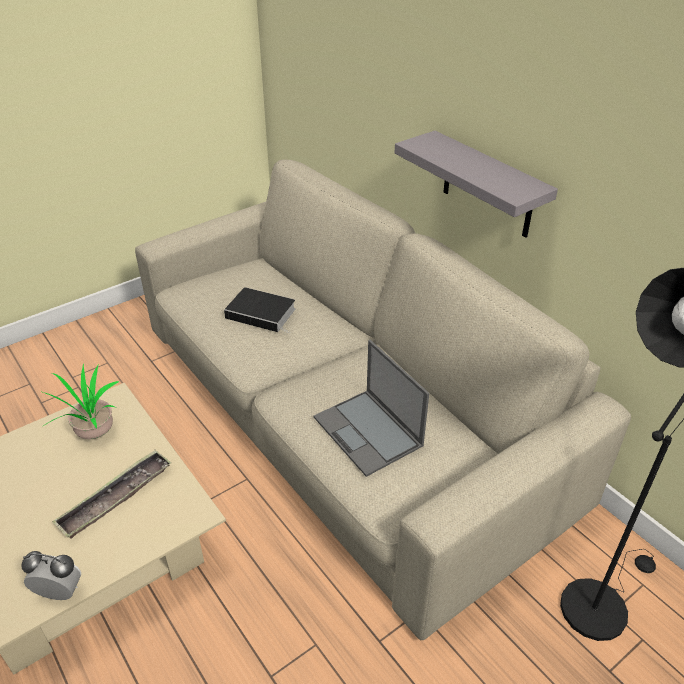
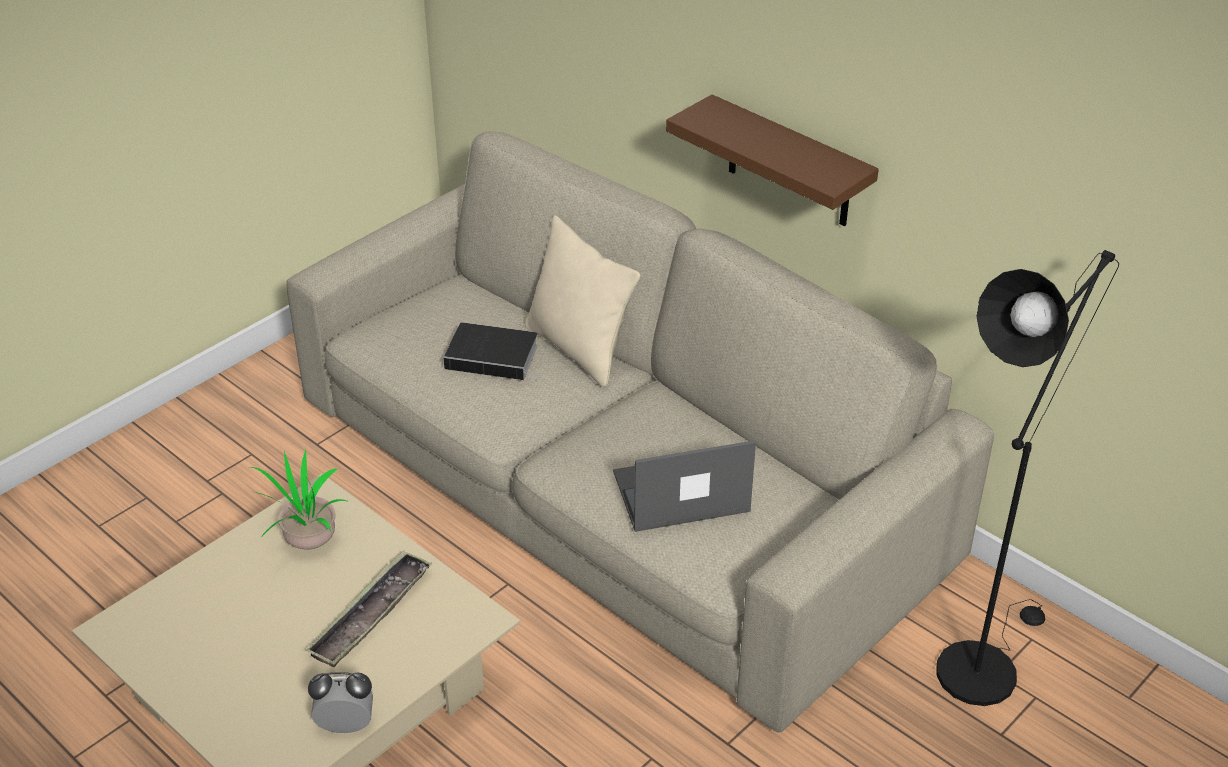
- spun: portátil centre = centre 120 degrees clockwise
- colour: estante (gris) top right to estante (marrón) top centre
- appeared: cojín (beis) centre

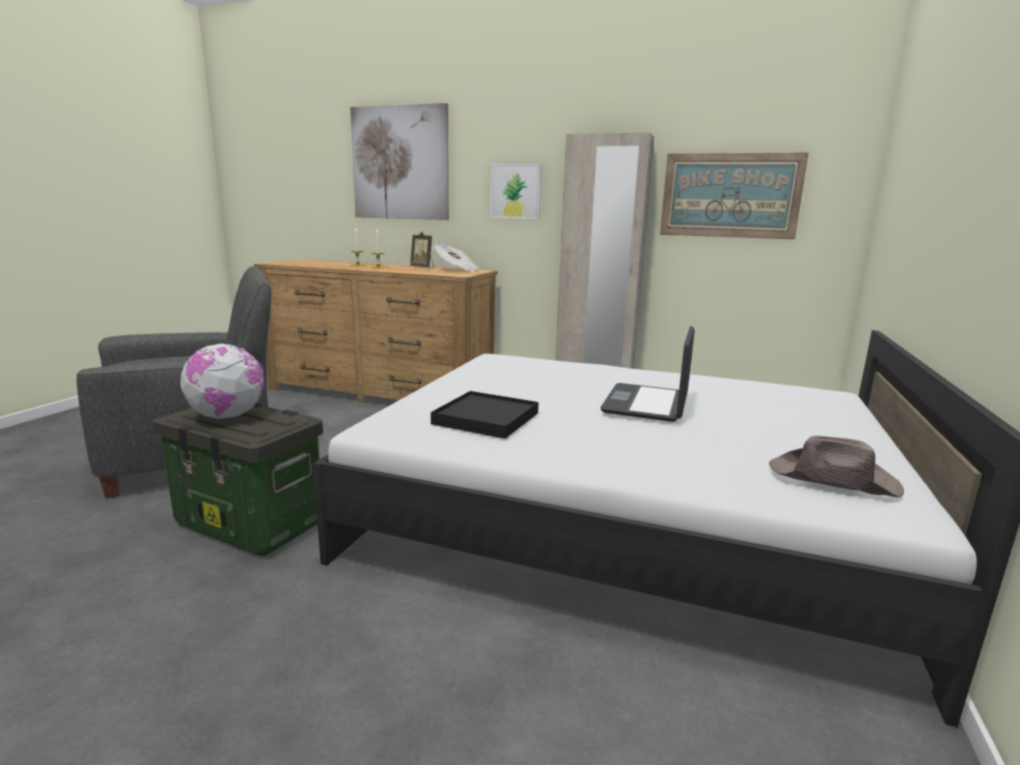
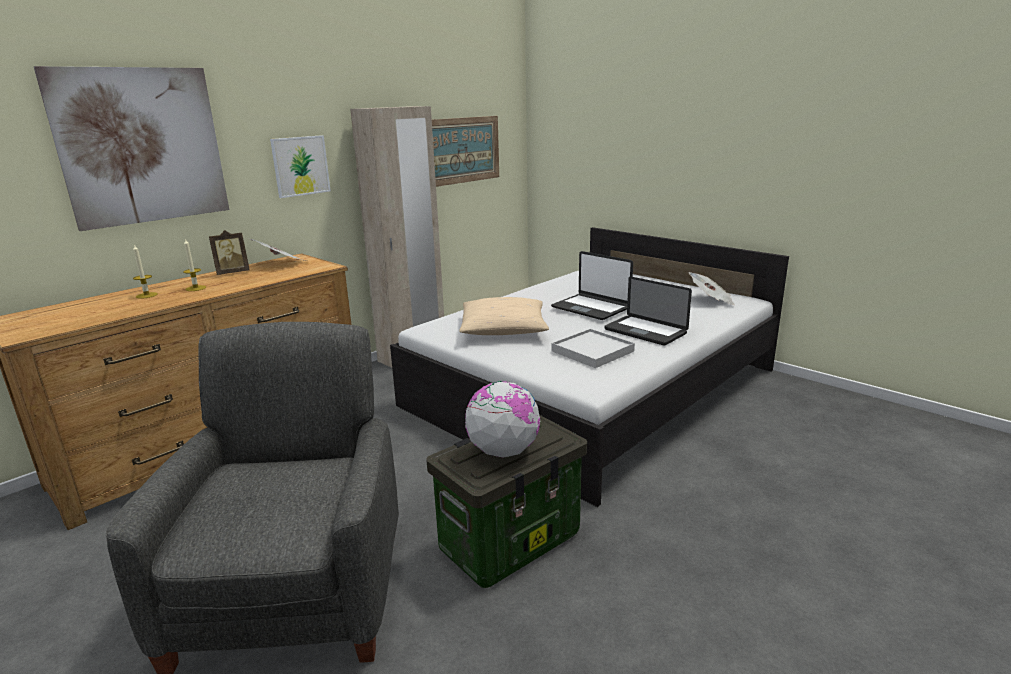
- colour: bandeja (negro) centre to bandeja (blanco) centre
- exchanged: sombrero (marrón) middle right to periódico (no. 2 from left) middle right
- appeared: cojín (beis) centre
- appeared: portátil (no. 2 from left) centre

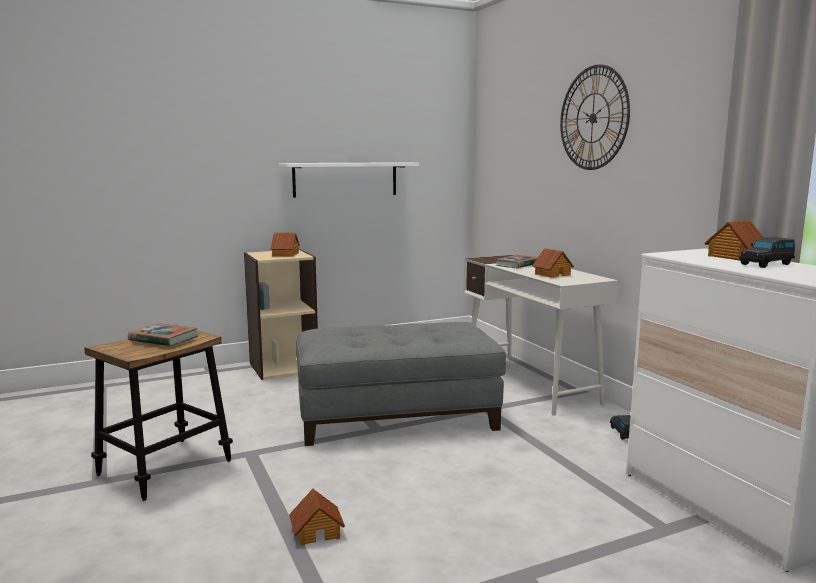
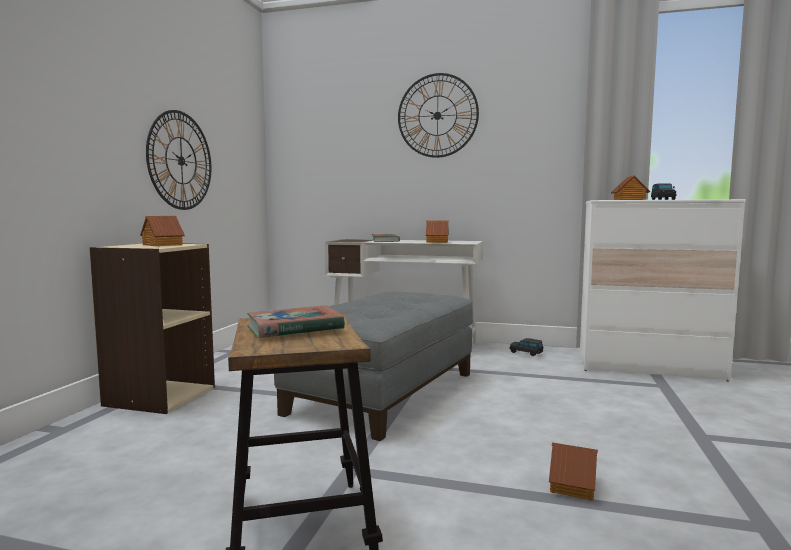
- exchanged: estante (blanco) top centre to reloj de pared (no. 1 from left) top left

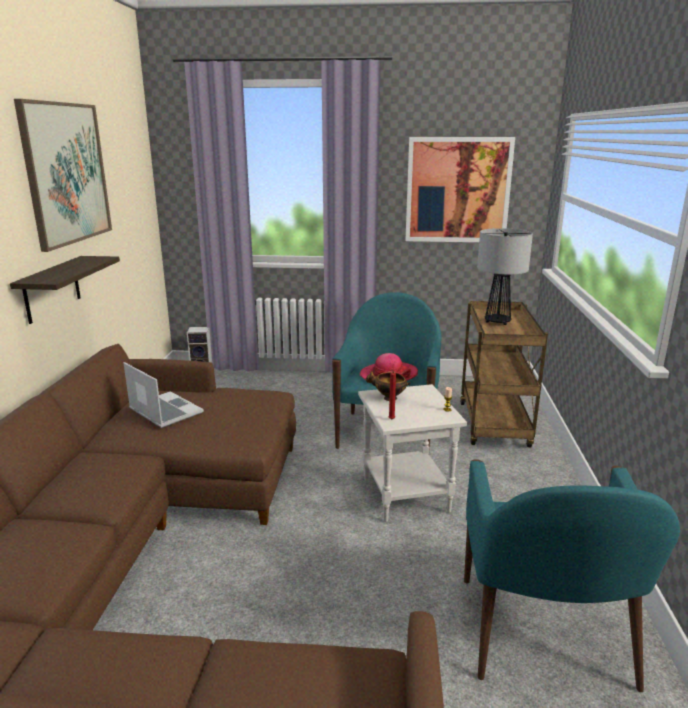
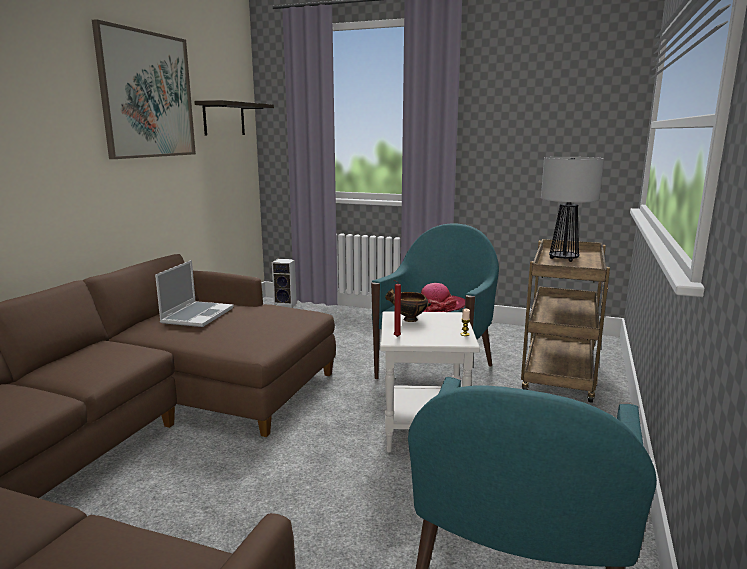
- relocated: estante middle left to top left
- spun: portátil middle left = middle left 45 degrees clockwise
- missing: cuadro (no. 2 from left) top right

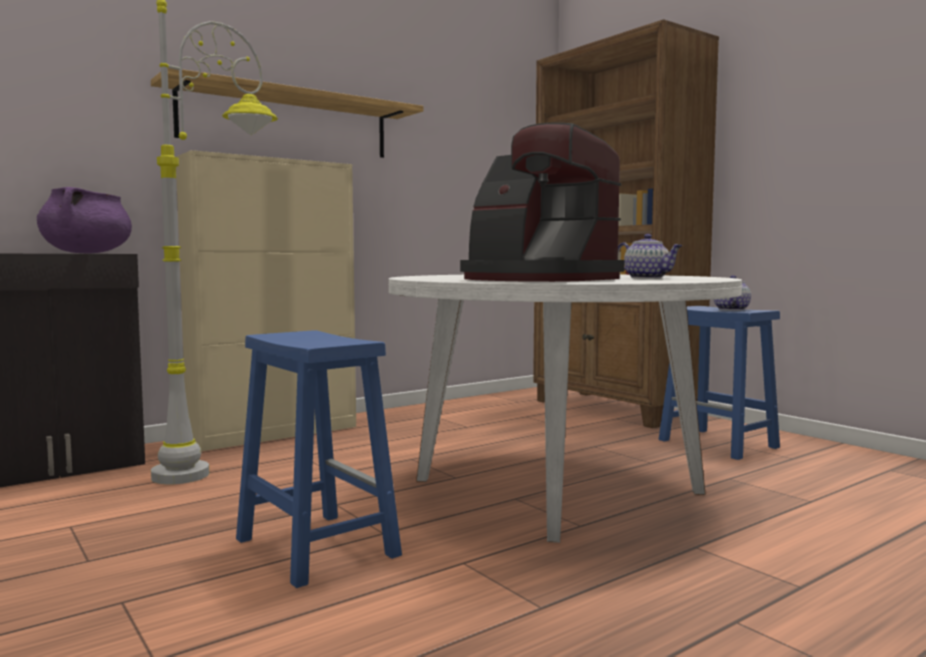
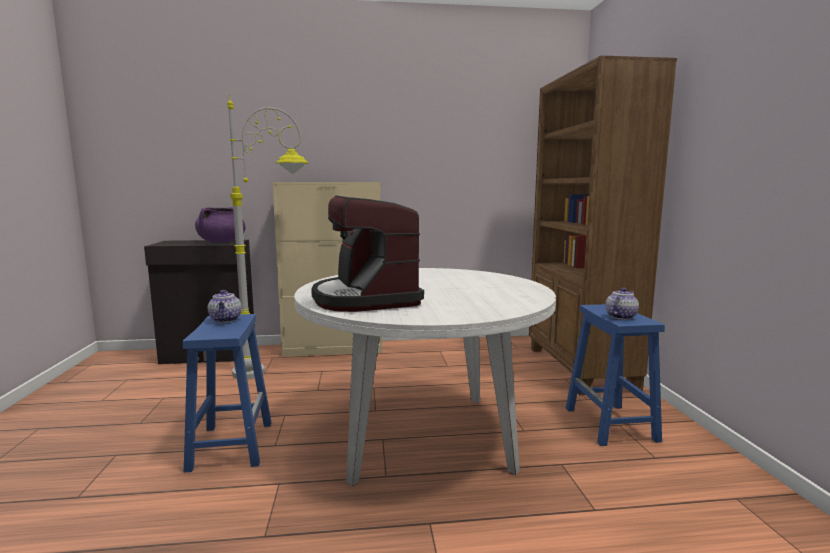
- missing: estante top left
- relocated: tetera (no. 1 from left) middle right to middle left

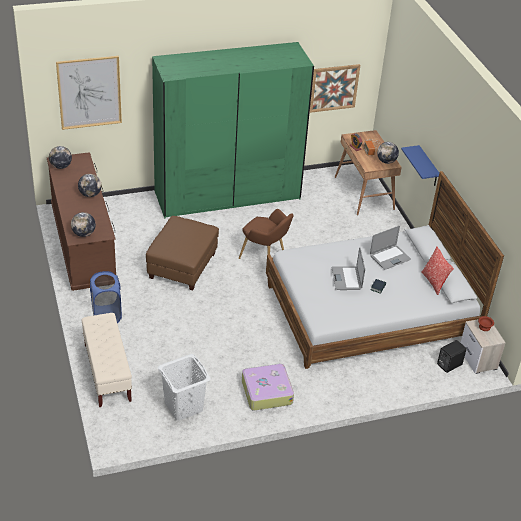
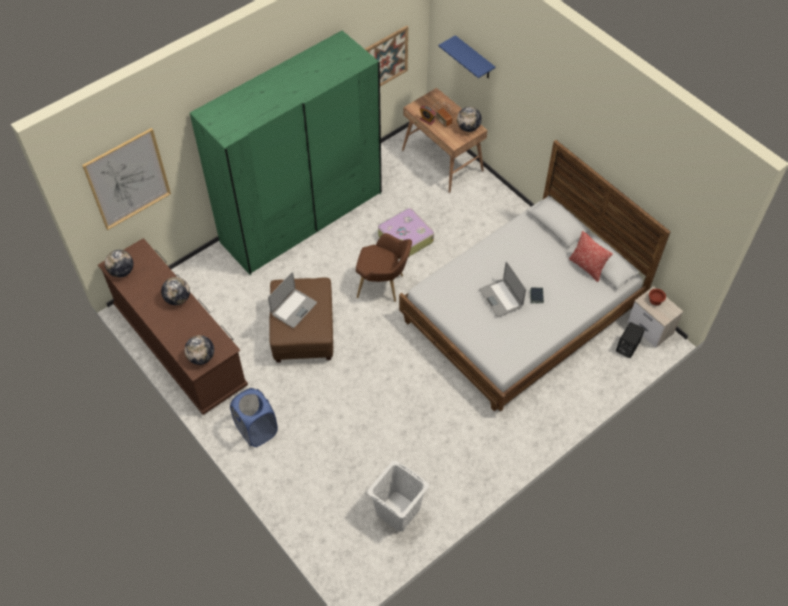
- missing: banco (beis) bottom left
- relocated: maleta bottom centre to centre
- relocated: portátil (no. 2 from left in the first image) middle right to portátil (no. 1 from left) centre
- relocated: estante (azul) top right to top centre

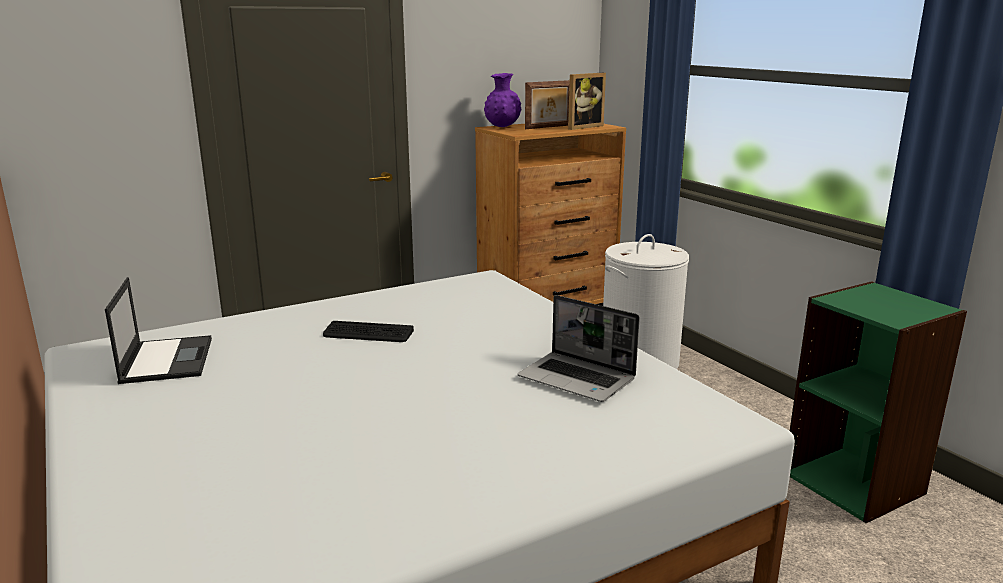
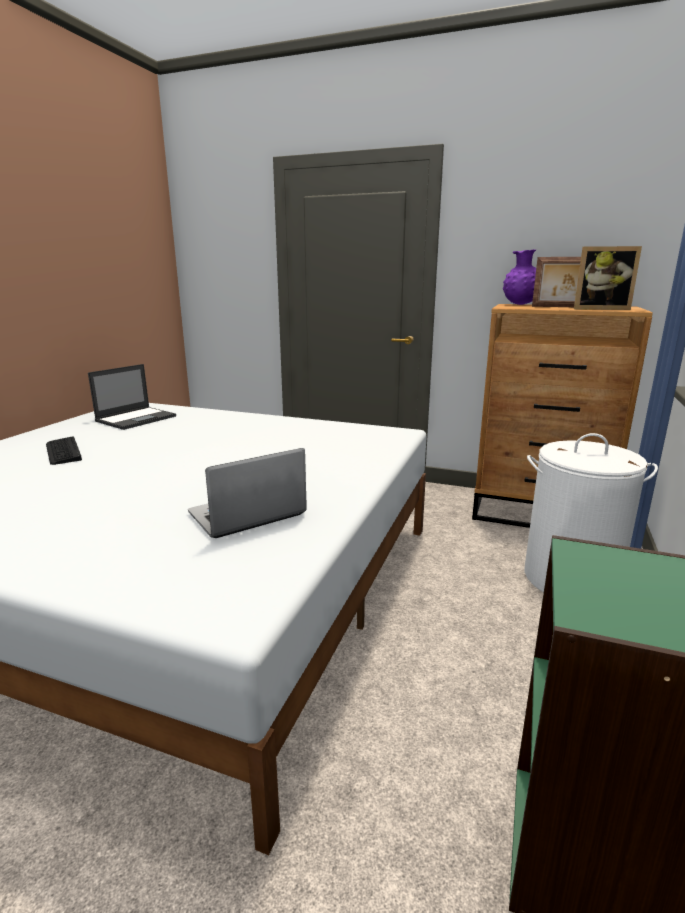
- relocated: teclado centre to middle left
- spun: portátil (no. 2 from left) centre = centre 60 degrees clockwise

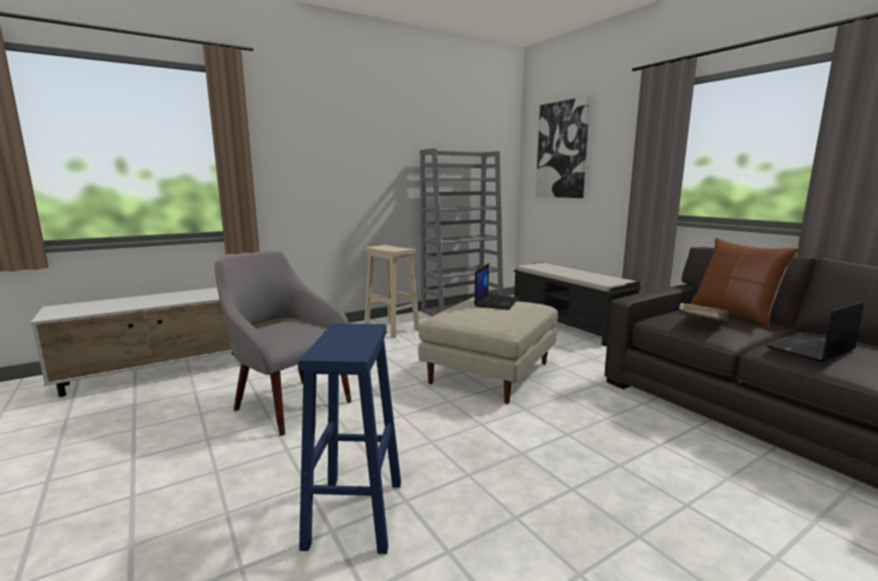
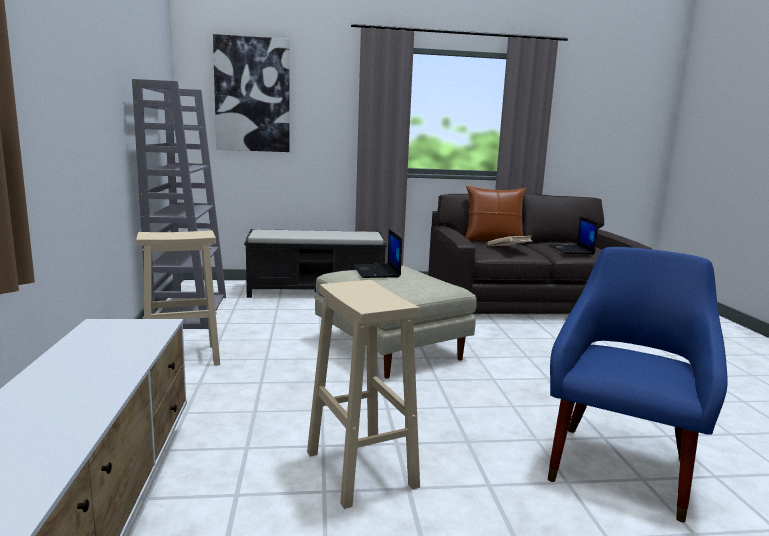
- exchanged: sillón (gris) middle left to taburete (beis) (no. 2 from left) bottom centre
- exchanged: taburete (azul) bottom centre to sillón (azul) bottom right
- spun: portátil (no. 1 from left) centre = centre 150 degrees counterclockwise

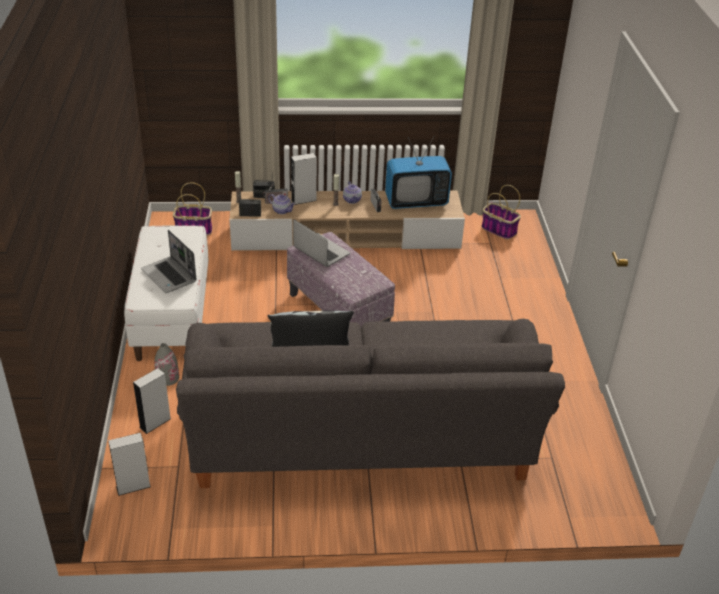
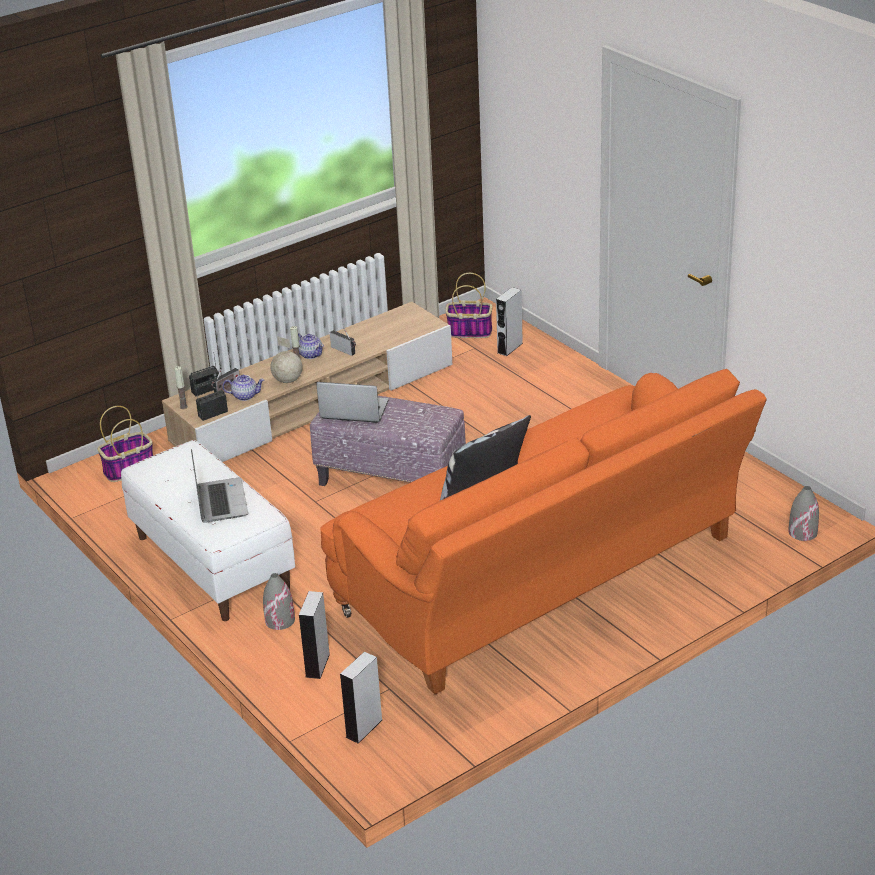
- spun: portátil (no. 1 from left) middle left = middle left 120 degrees counterclockwise
- colour: sofá (gris) bottom centre to sofá (naranja) centre
- relocated: altavoz (gris) (no. 3 from left) top centre to centre
- missing: televisor top centre
- appeared: globo terráqueo middle left
- appeared: florero (gris) (no. 2 from left) middle right

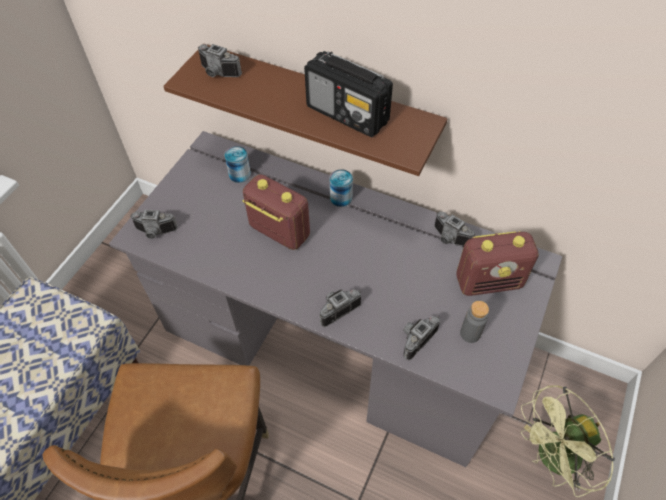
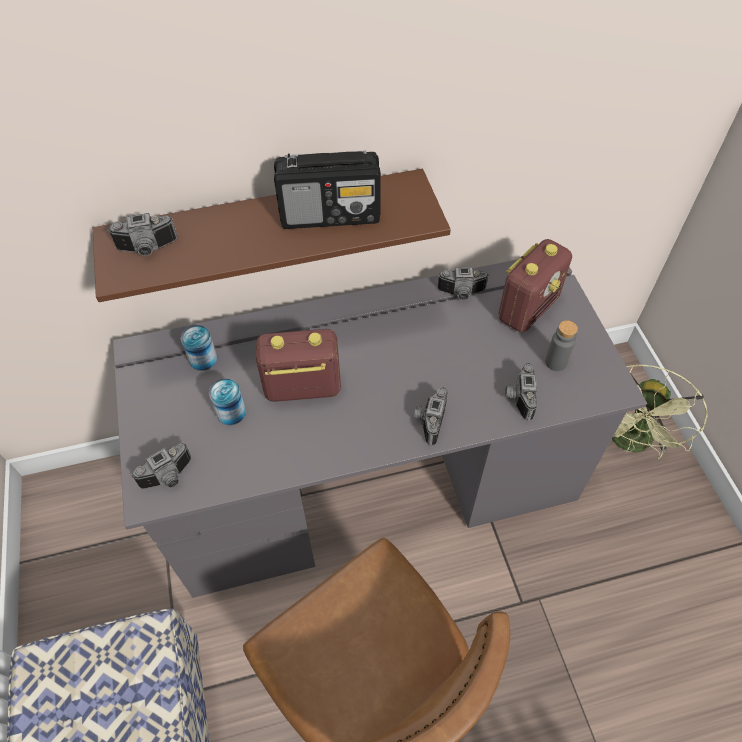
- relocated: lata (no. 2 from left) centre to middle left

